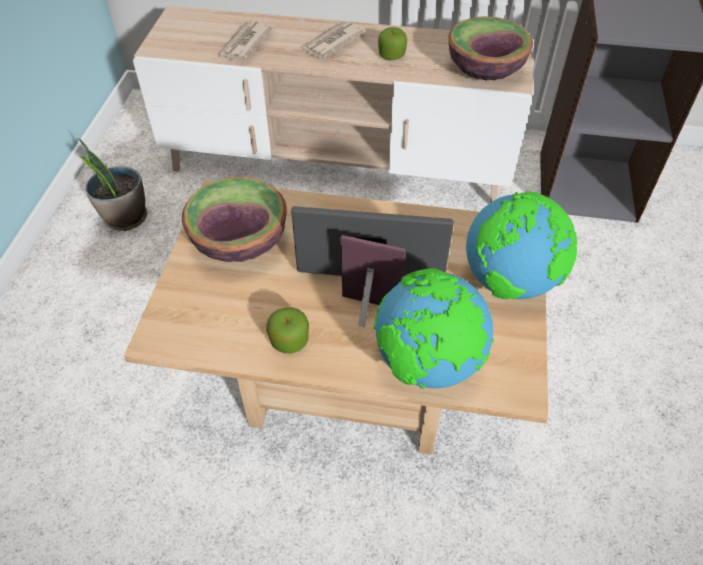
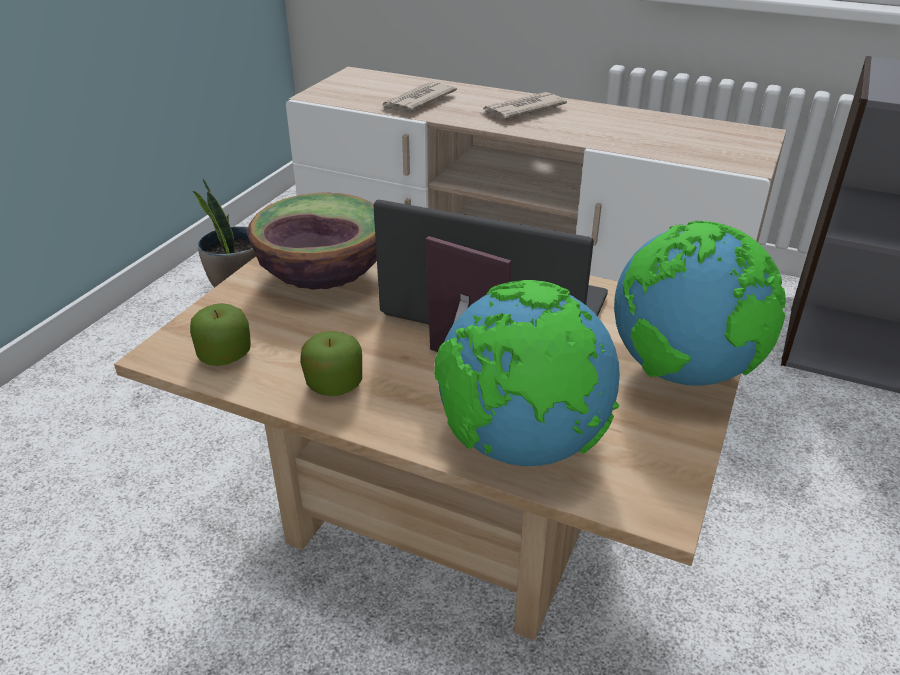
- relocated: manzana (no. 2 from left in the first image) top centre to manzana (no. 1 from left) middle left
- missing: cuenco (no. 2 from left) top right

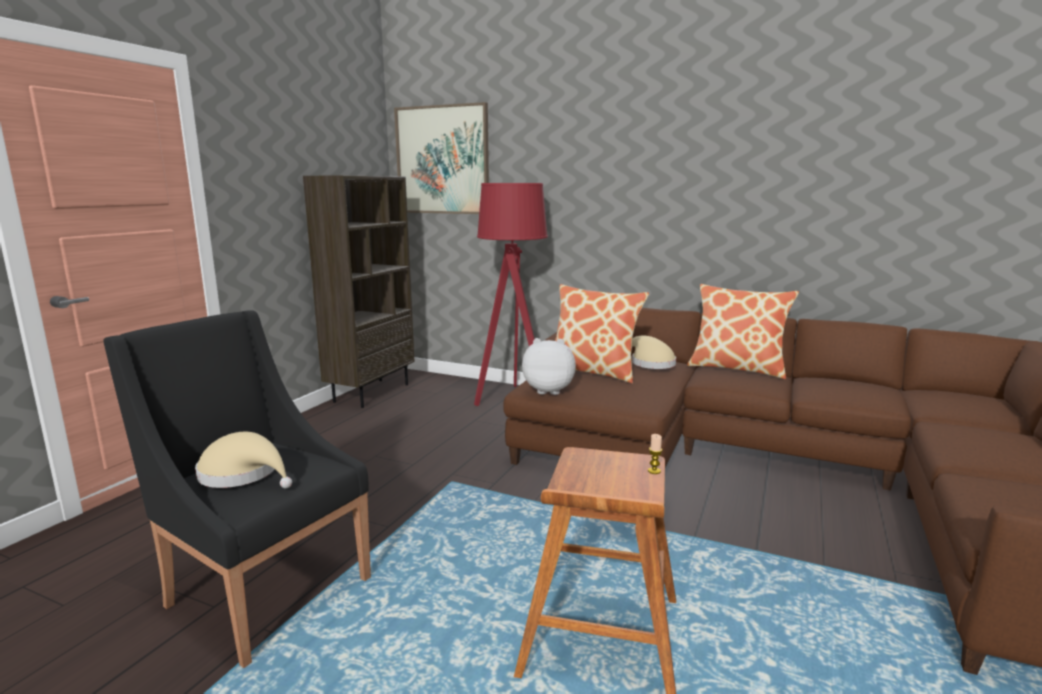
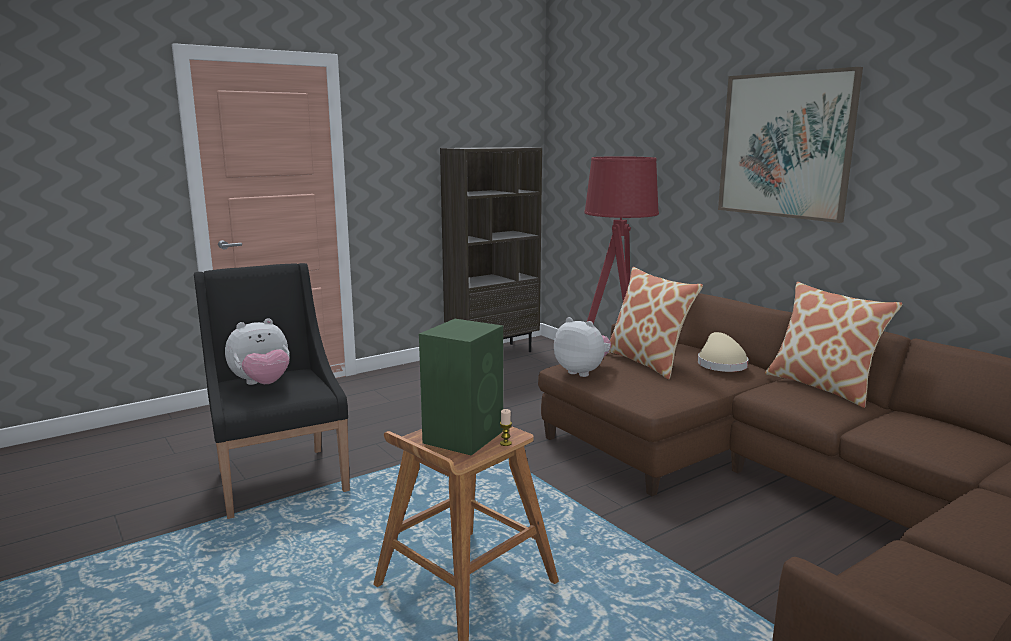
- exchanged: sombrero (beis) (no. 1 from left) middle left to peluche (no. 1 from left) middle left
- relocated: cuadro top centre to top right
- appeared: altavoz (verde) centre

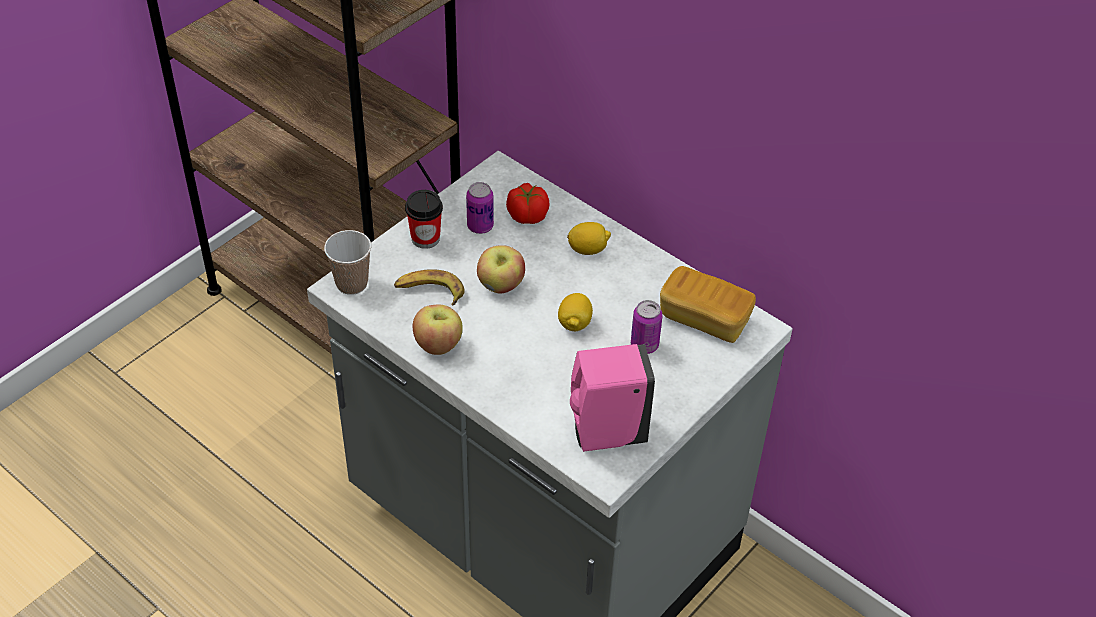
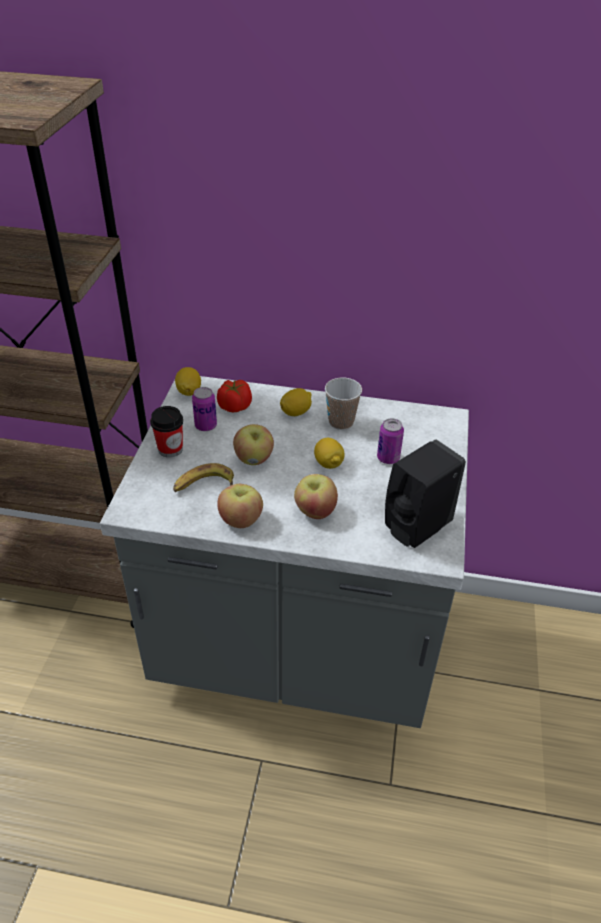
- relocated: taza (no. 1 from left in the first image) middle left to taza (no. 2 from left) centre
- colour: dispensador de jabón (rosa) centre to dispensador de jabón (negro) middle right
- missing: pan centre
- appeared: limón (no. 1 from left) middle left
- appeared: manzana (no. 3 from left) centre

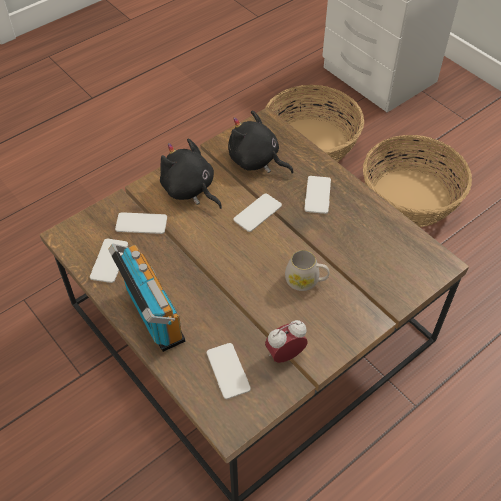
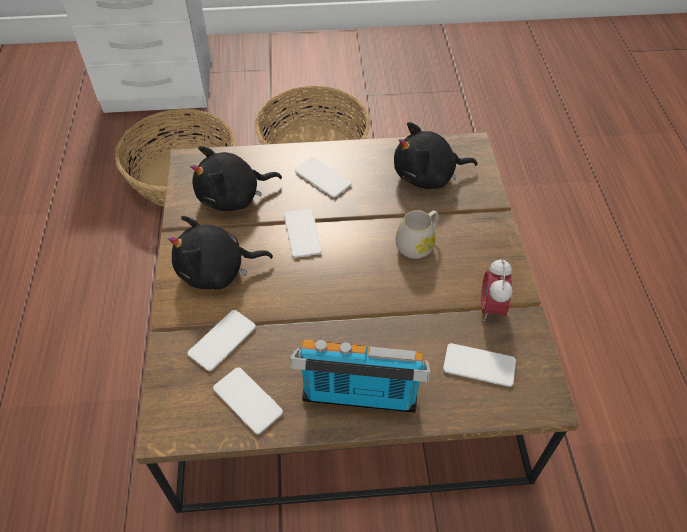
- appeared: peluche (negro) (no. 3 from left) top centre

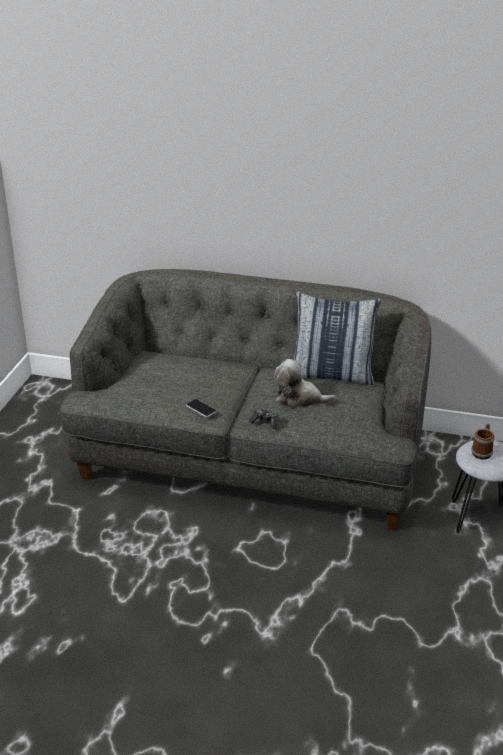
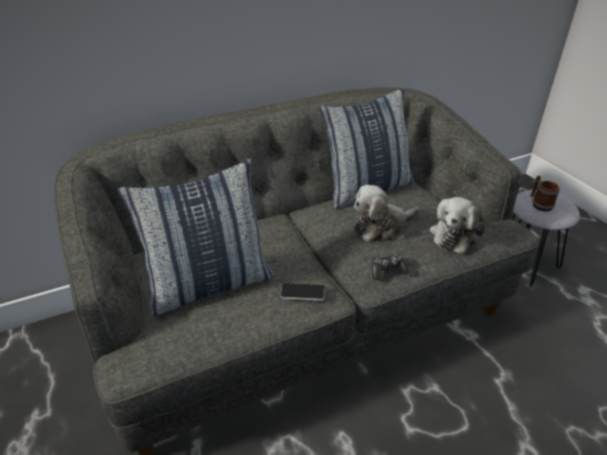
- appeared: cojín (no. 1 from left) middle left
- appeared: peluche (no. 2 from left) middle right

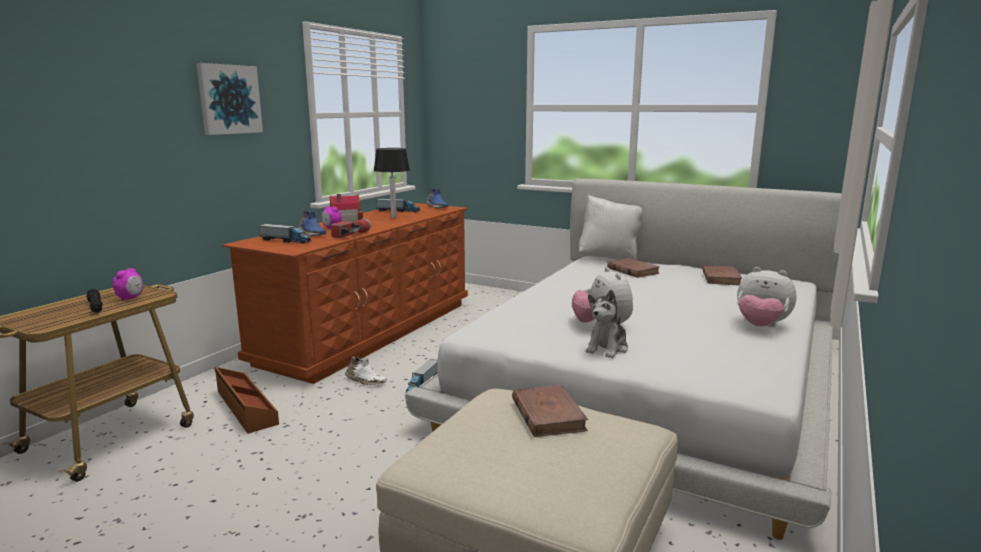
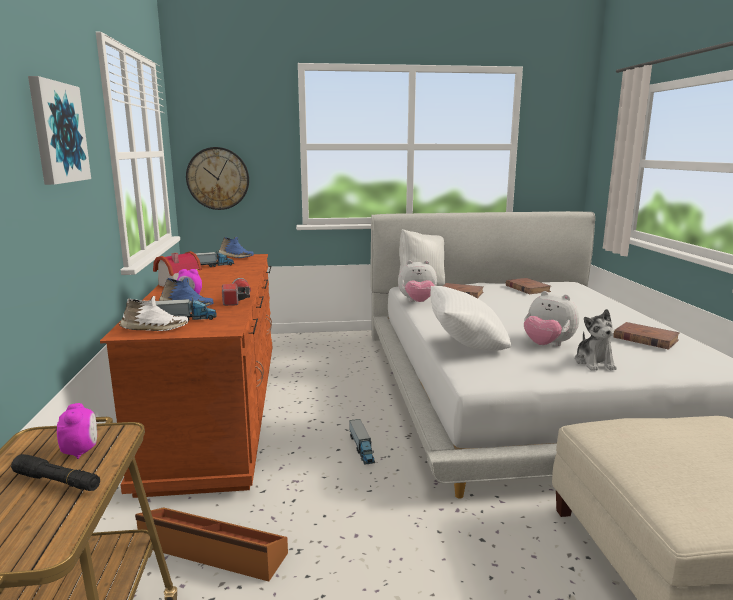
- relocated: zapato (blanco) bottom centre to middle left
- missing: lámpara de mesa top centre
- relocated: libro (marrón) (no. 1 from left in the first image) bottom centre to libro (marrón) (no. 3 from left) middle right
- relocated: peluche (no. 3 from left in the first image) middle right to peluche (no. 1 from left) centre
- appeared: reloj de pared top left
- appeared: cojín (blanco) (no. 2 from left) centre

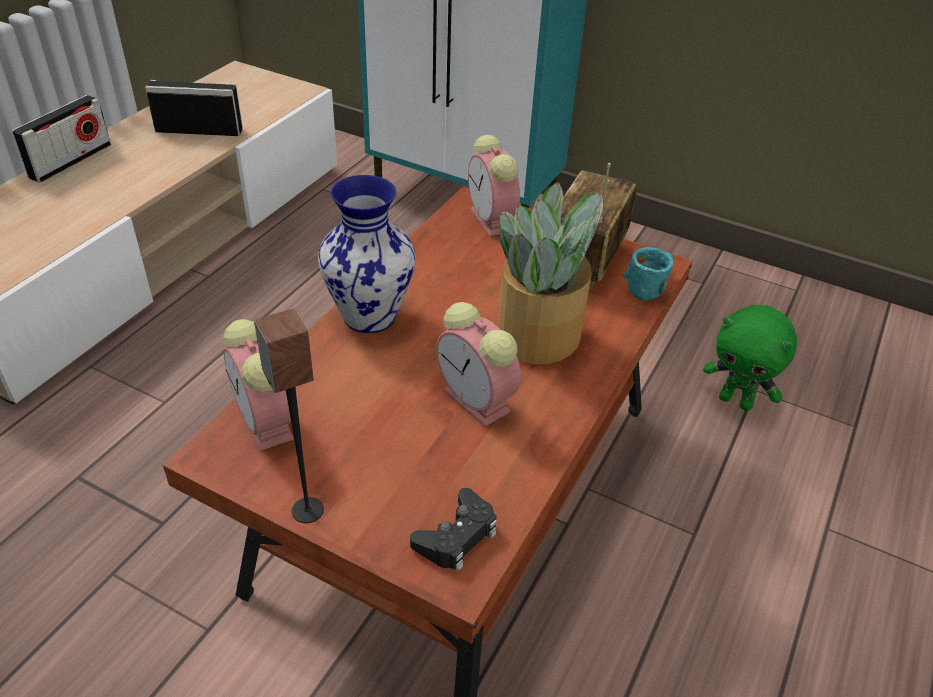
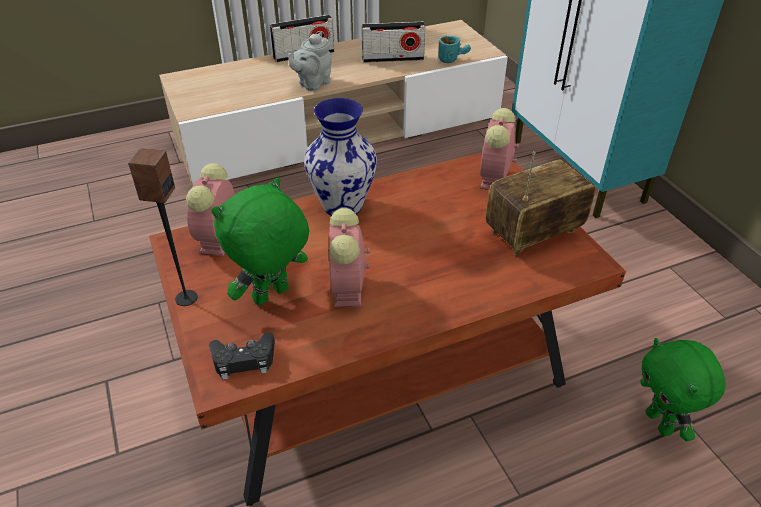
- spun: radio (no. 2 from left) top left = top centre 135 degrees clockwise
- missing: planta en maceta centre
- relocated: taza grande (turquesa) middle right to top centre
- appeared: peluche (verde) (no. 1 from left) centre
- appeared: tetera (gris) top centre

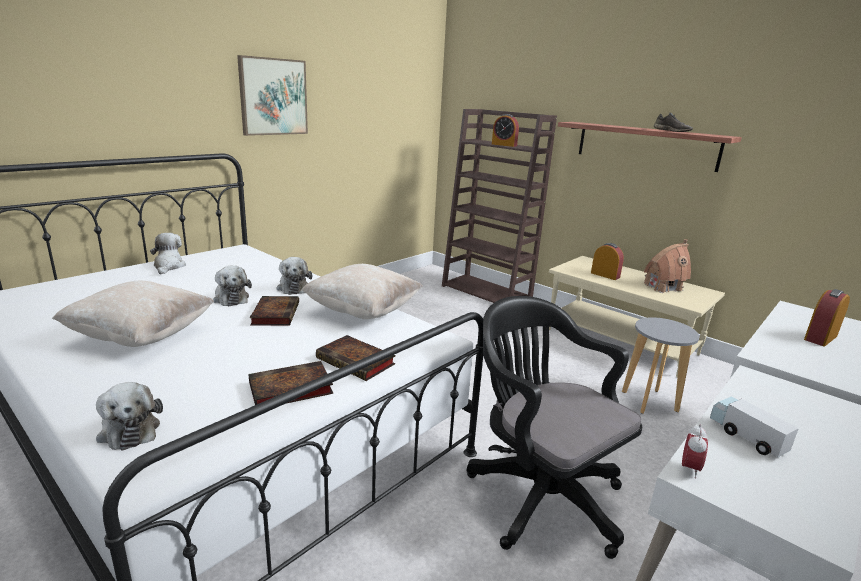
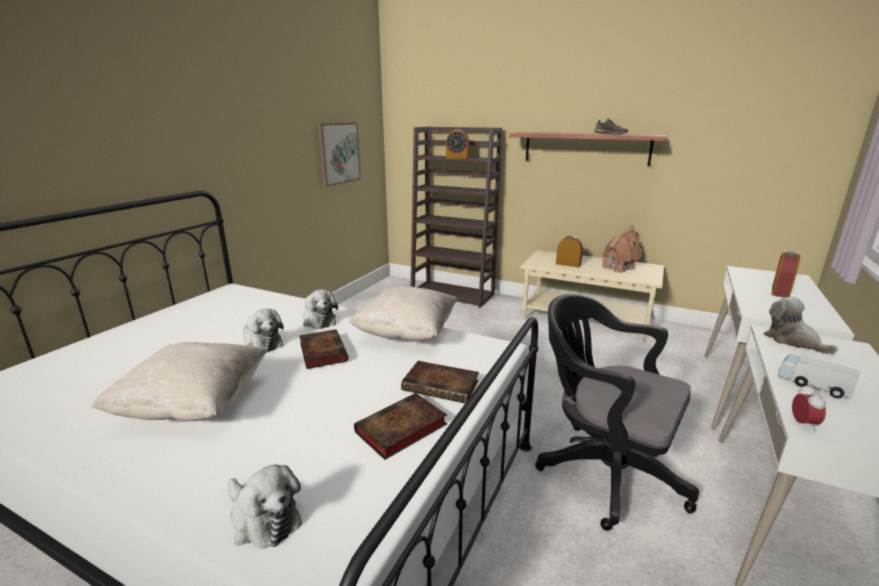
- relocated: peluche (no. 2 from left in the first image) middle left to peluche (no. 4 from left) middle right
- relocated: cuadro top left to top centre
- missing: taburete (gris) middle right

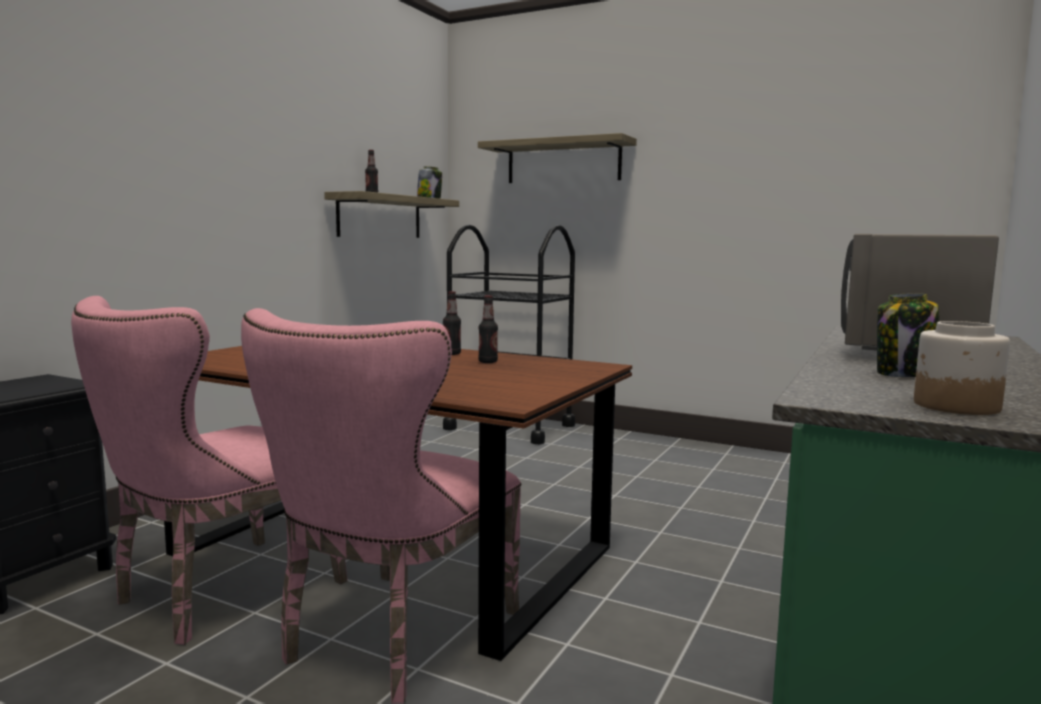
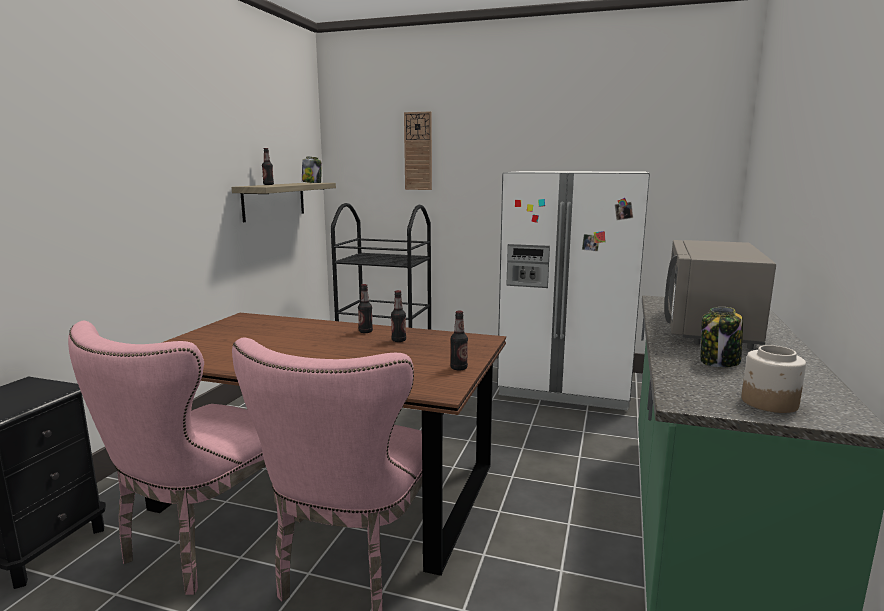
- exchanged: estante (no. 2 from left) top centre to reloj de pared top centre
- appeared: botella (no. 4 from left) centre
- appeared: nevera (blanco) centre

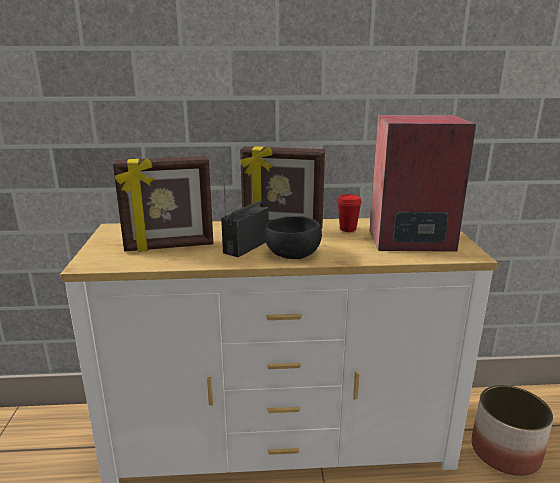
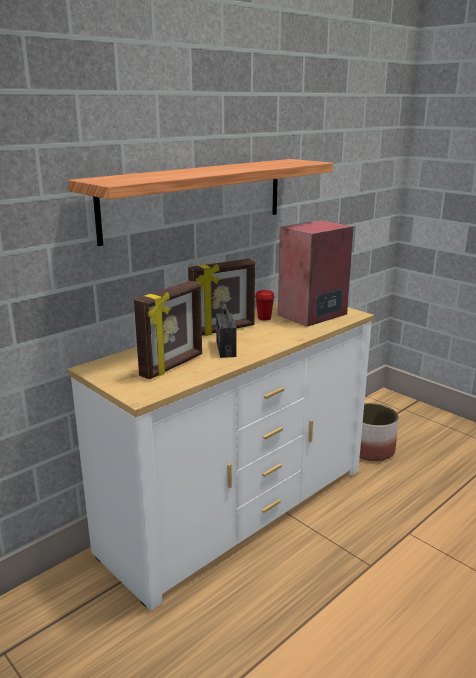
- missing: cuenco (negro) centre
- appeared: estante top centre

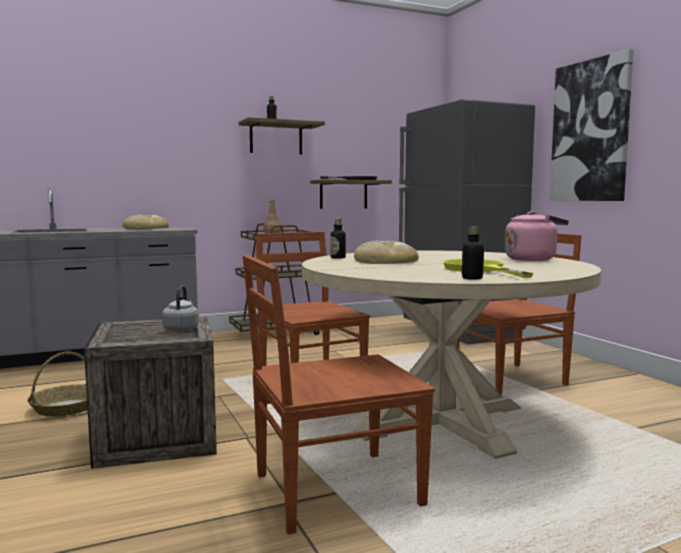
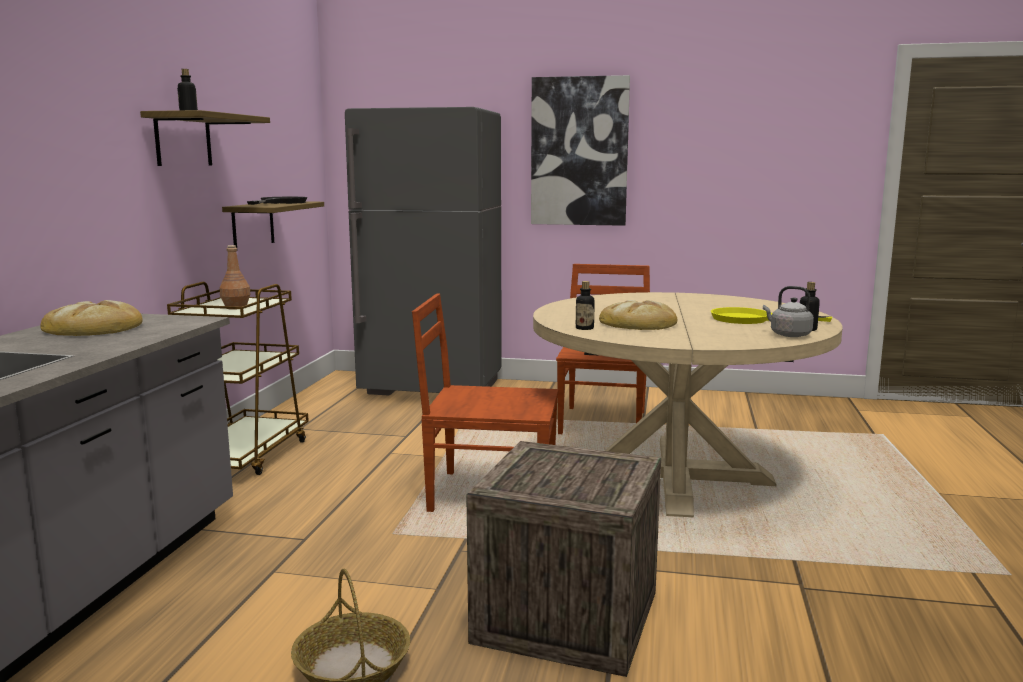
- relocated: hervidor (gris) middle left to middle right
- missing: silla (marrón) (no. 2 from left) bottom centre
- missing: hervidor (rosa) middle right

